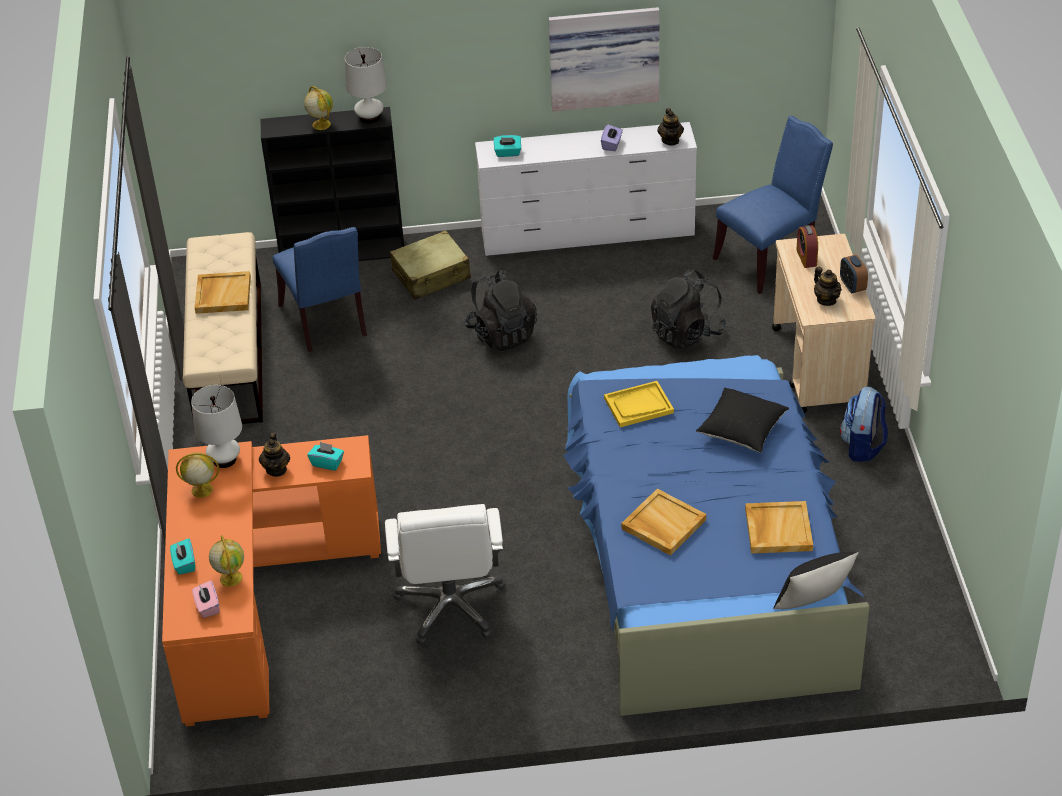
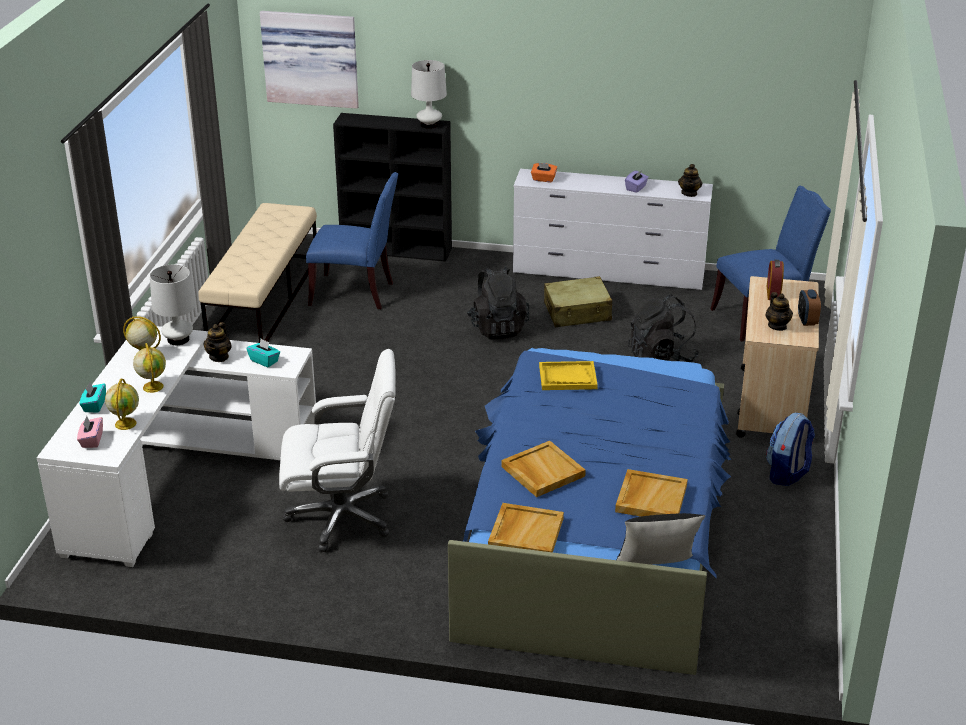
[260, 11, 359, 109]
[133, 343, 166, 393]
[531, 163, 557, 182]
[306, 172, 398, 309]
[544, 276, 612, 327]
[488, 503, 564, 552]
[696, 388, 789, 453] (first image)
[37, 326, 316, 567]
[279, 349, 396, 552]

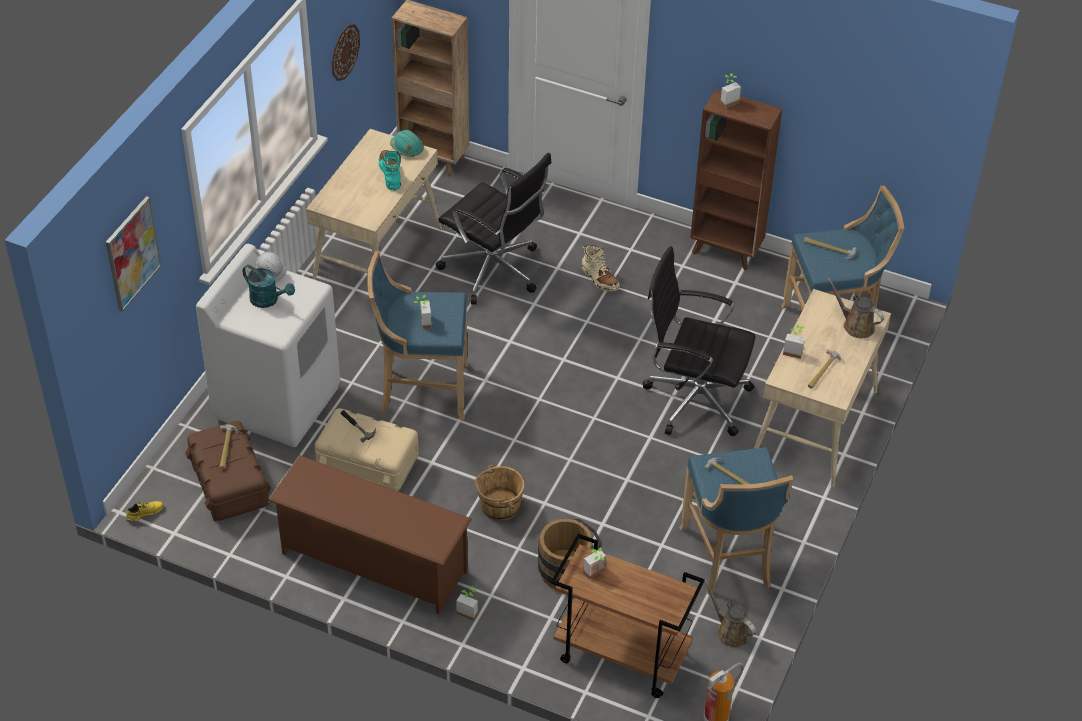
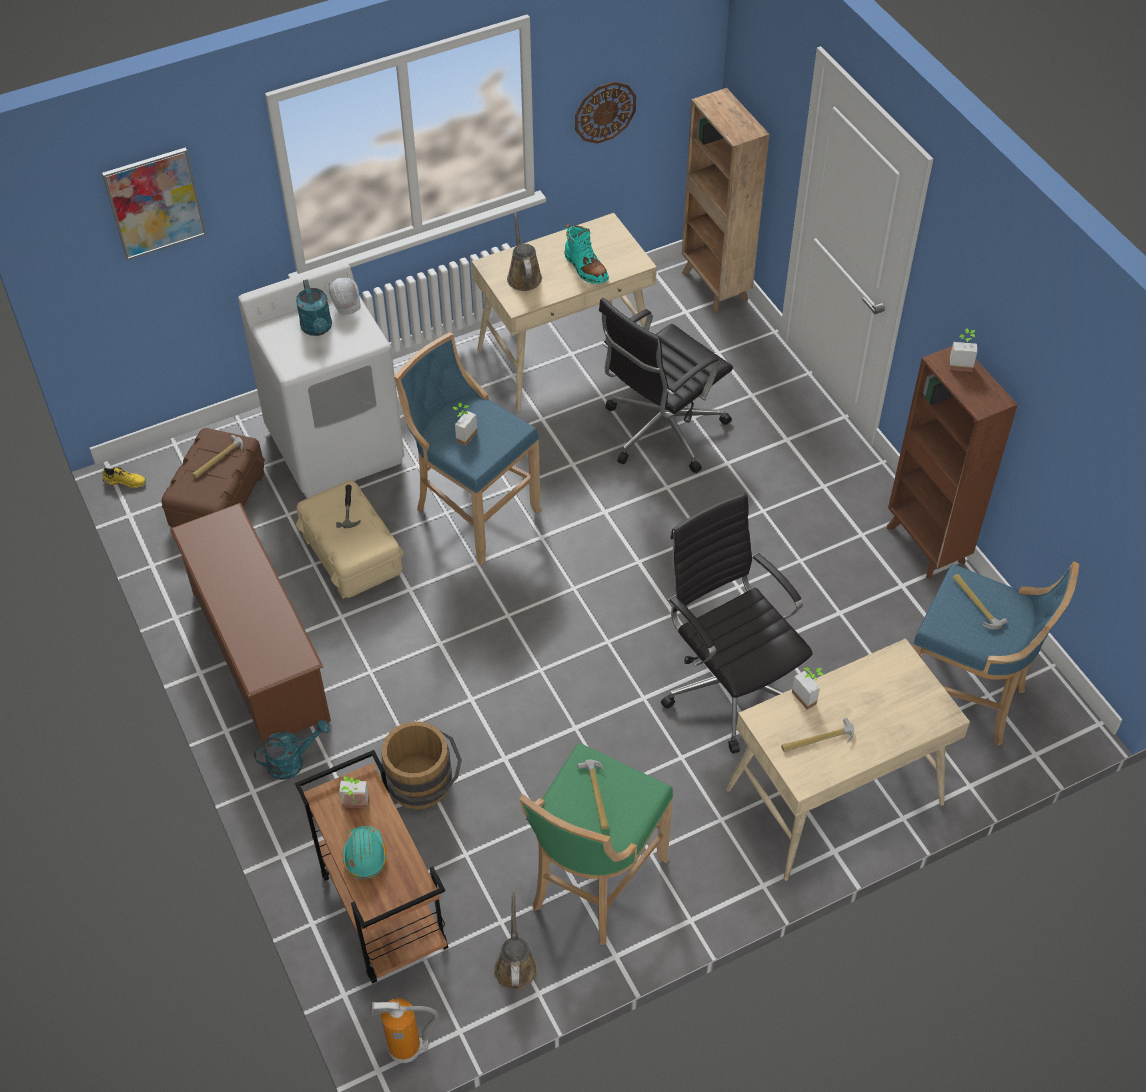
[342, 826, 387, 879]
[564, 224, 609, 284]
[599, 298, 733, 473]
[581, 244, 620, 291] (first image)
[507, 211, 542, 291]
[519, 743, 673, 945]
[474, 465, 524, 521] (first image)
[254, 720, 330, 780]

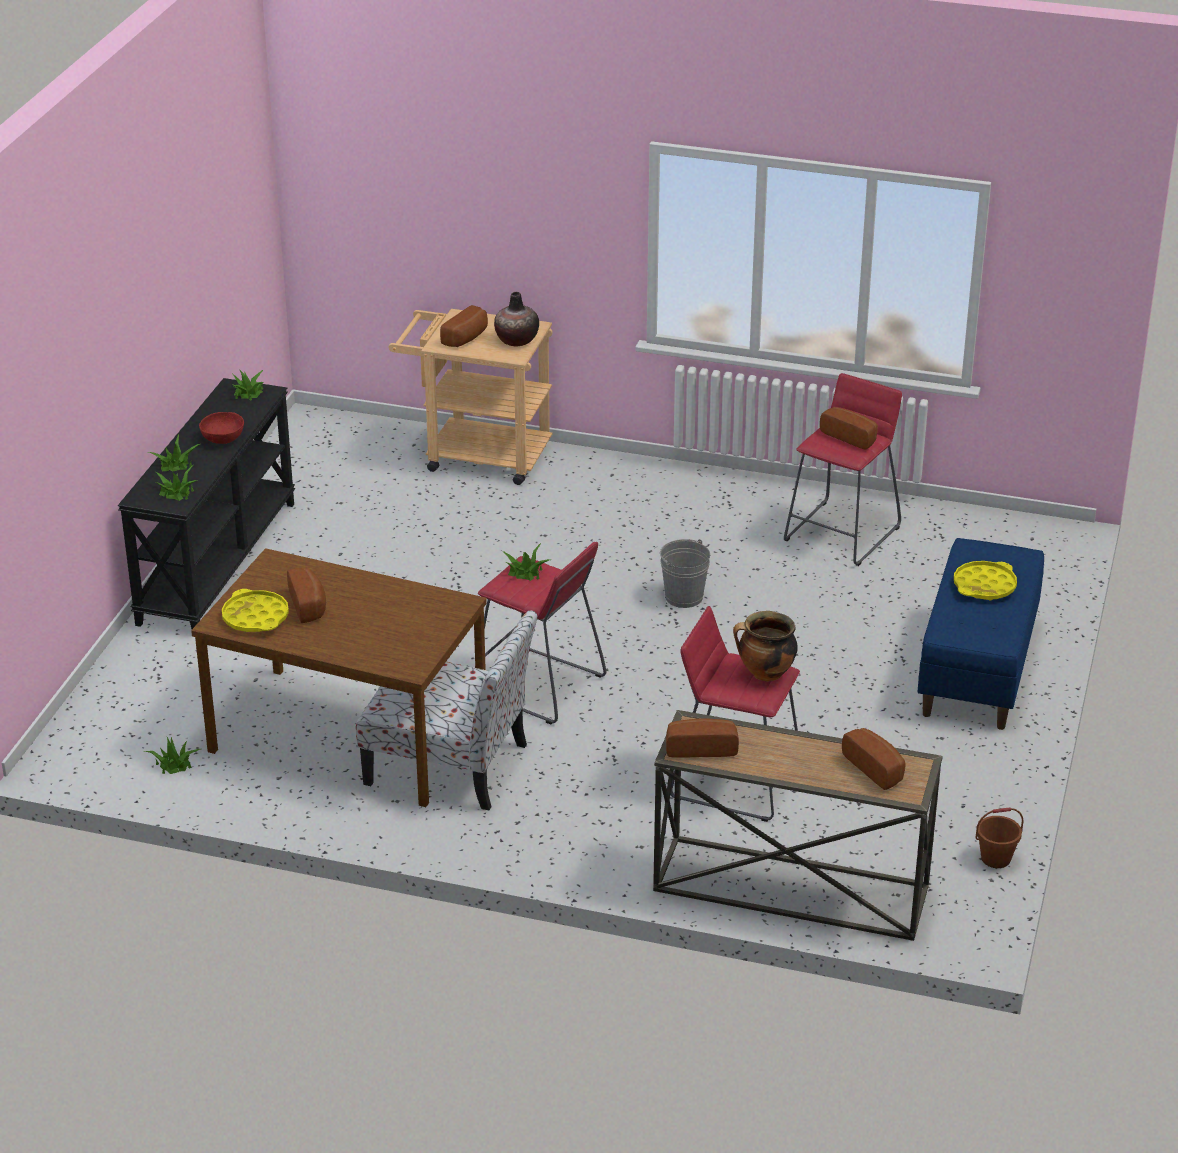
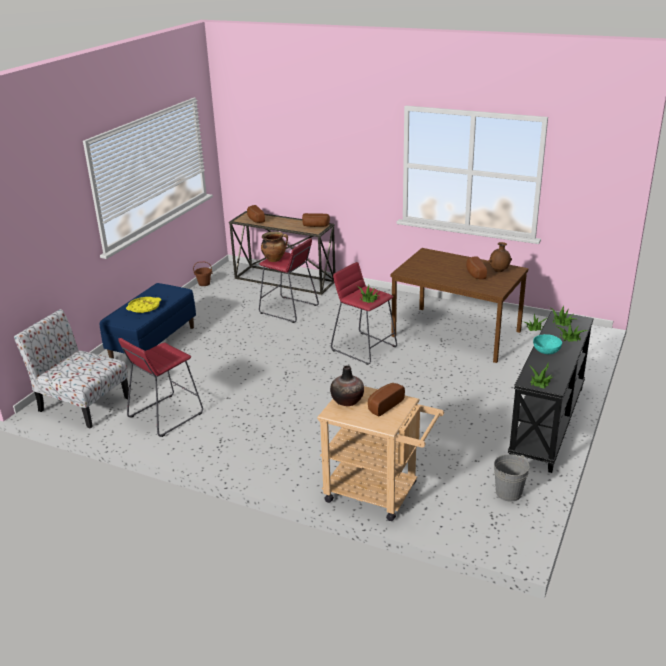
[820, 407, 878, 450] (first image)
[533, 334, 562, 354]
[494, 454, 530, 502]
[488, 242, 512, 272]
[14, 309, 129, 428]

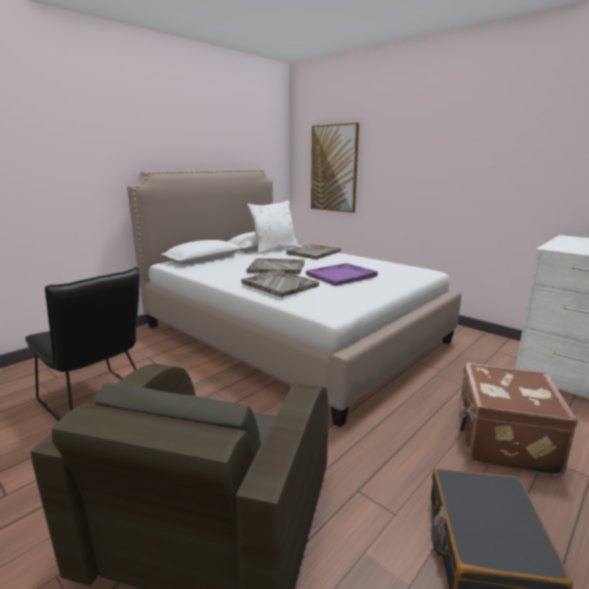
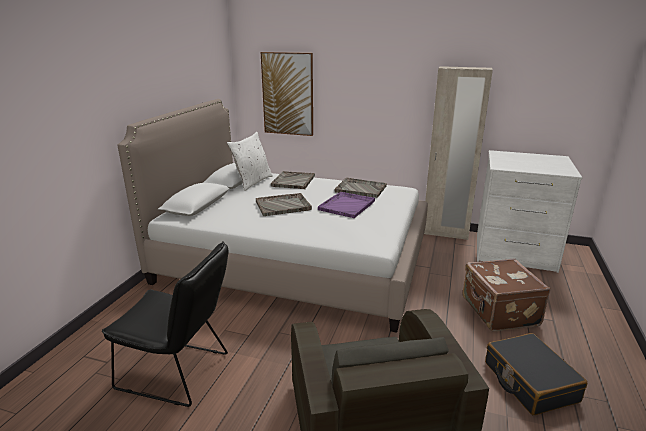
[334, 178, 387, 198]
[424, 66, 493, 240]

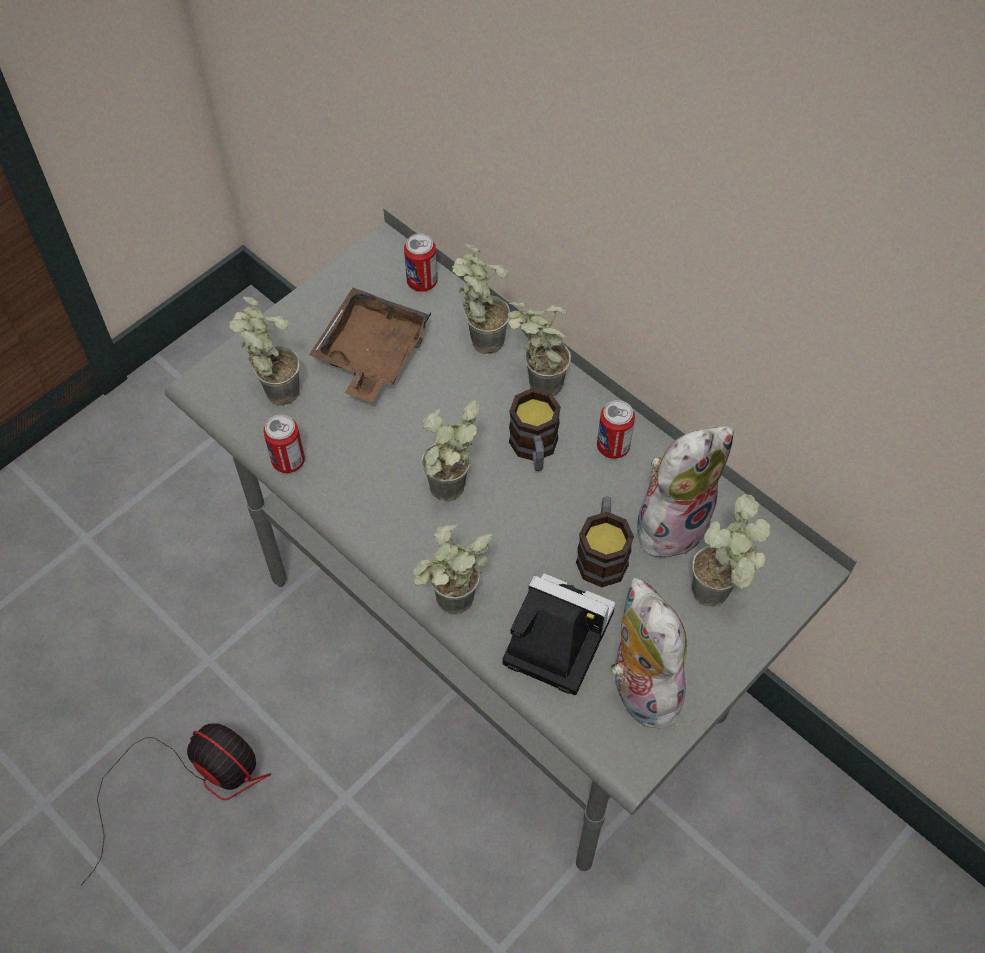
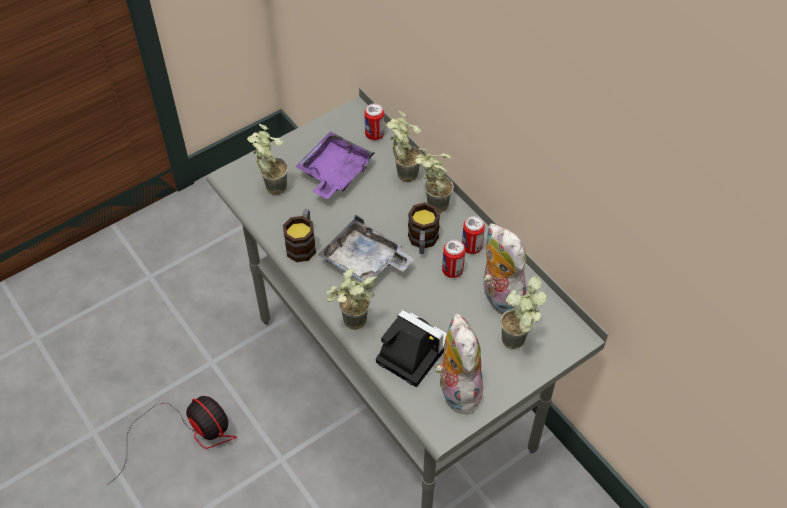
[296, 131, 375, 199]
[318, 214, 414, 282]
[442, 240, 465, 278]
[483, 223, 526, 315]
[283, 209, 316, 262]

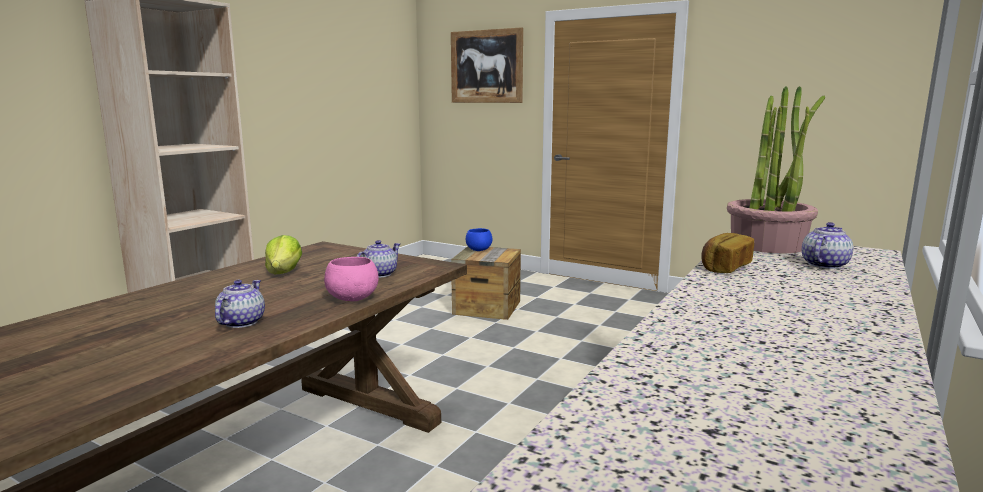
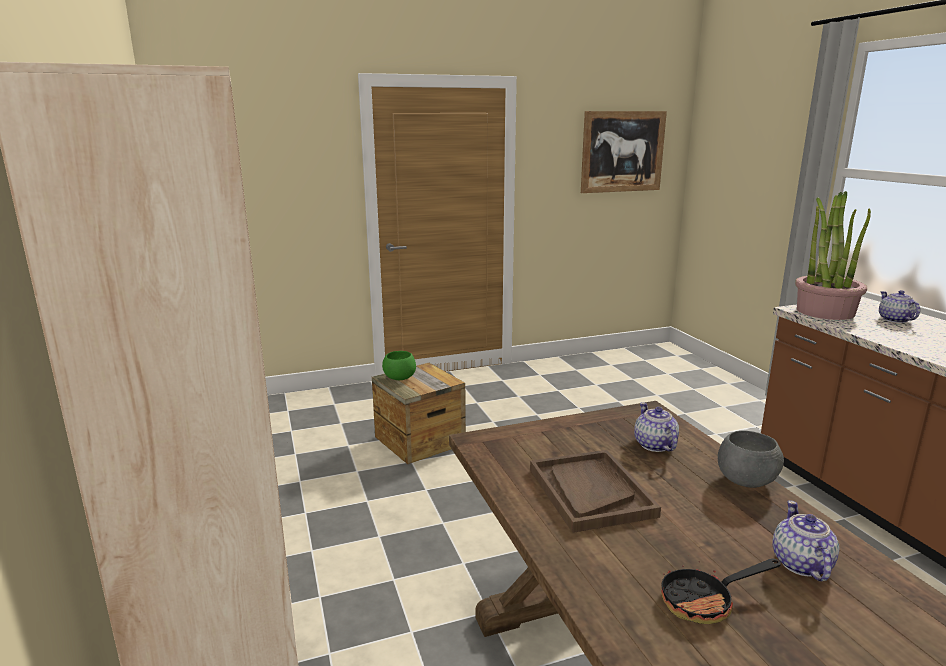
[581, 111, 667, 193]
[382, 351, 416, 380]
[701, 233, 754, 273] (first image)
[530, 450, 661, 533]
[718, 431, 784, 488]
[772, 500, 840, 581]
[661, 555, 781, 624]

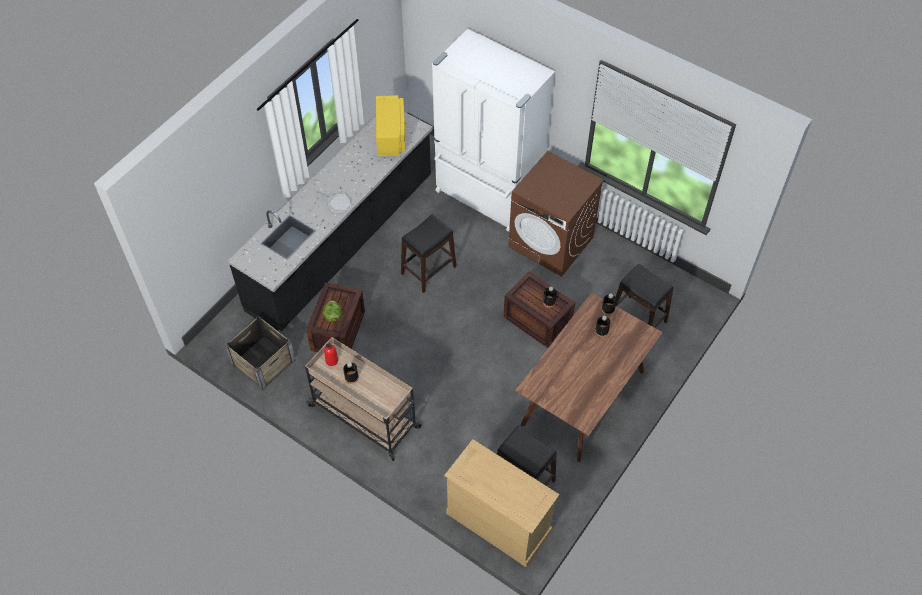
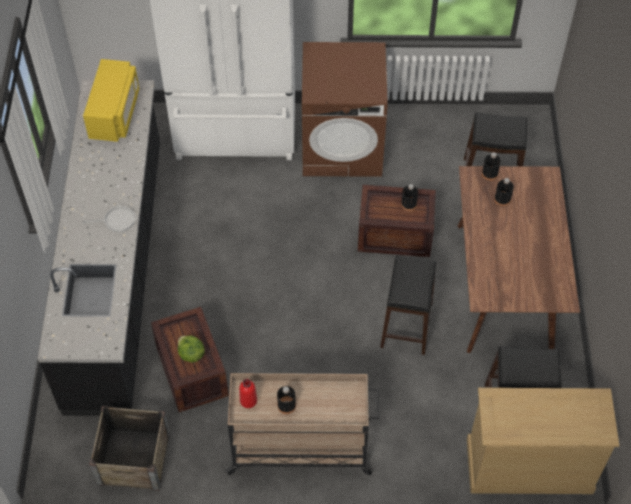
[83, 59, 139, 142]
[380, 255, 436, 355]

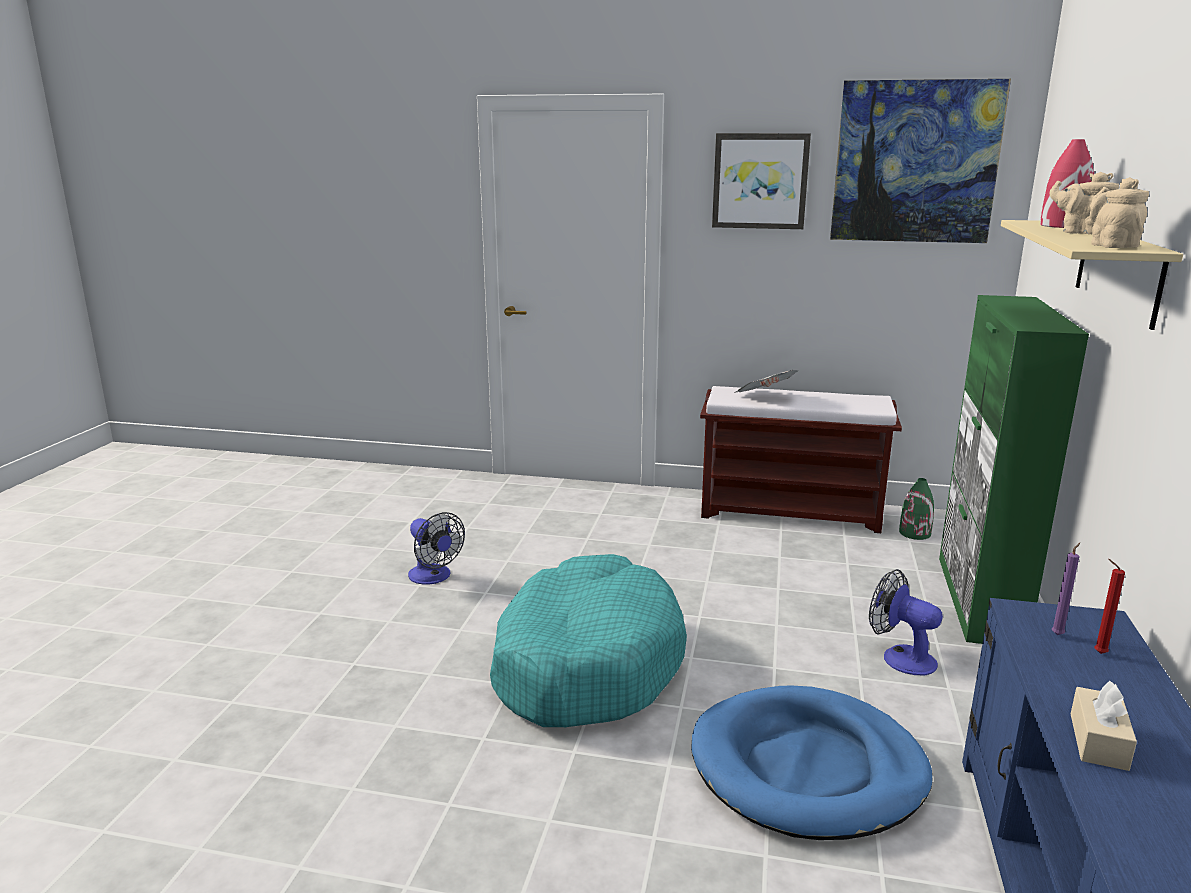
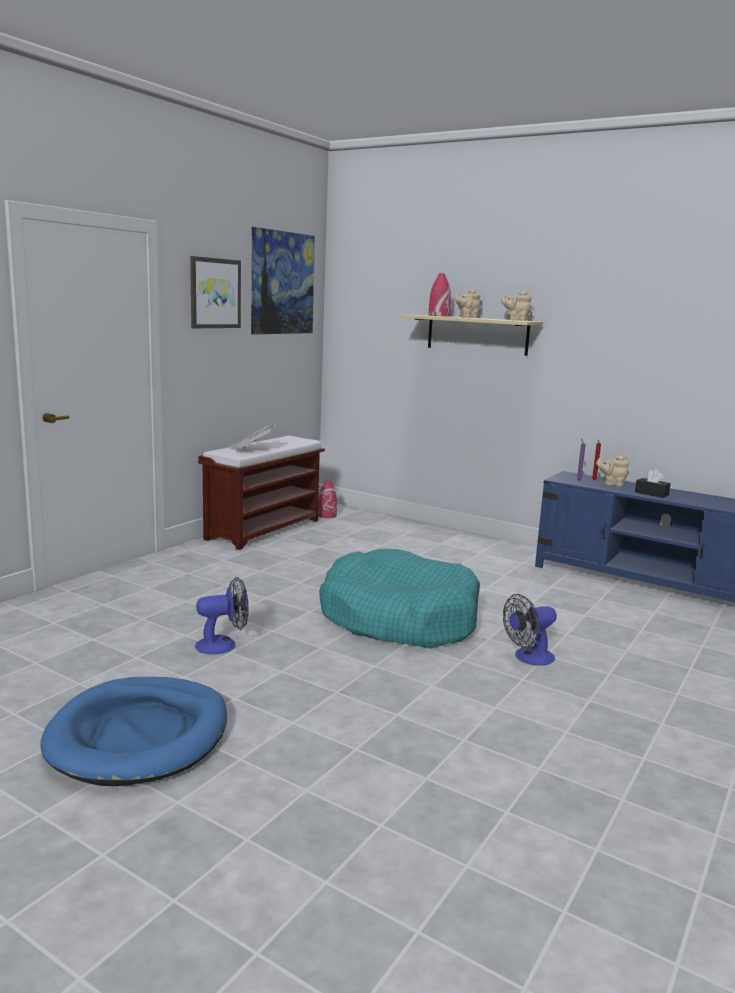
[939, 295, 1089, 644] (first image)
[318, 479, 337, 518]
[503, 594, 557, 666]
[635, 469, 671, 498]
[40, 677, 227, 786]
[596, 455, 630, 486]

